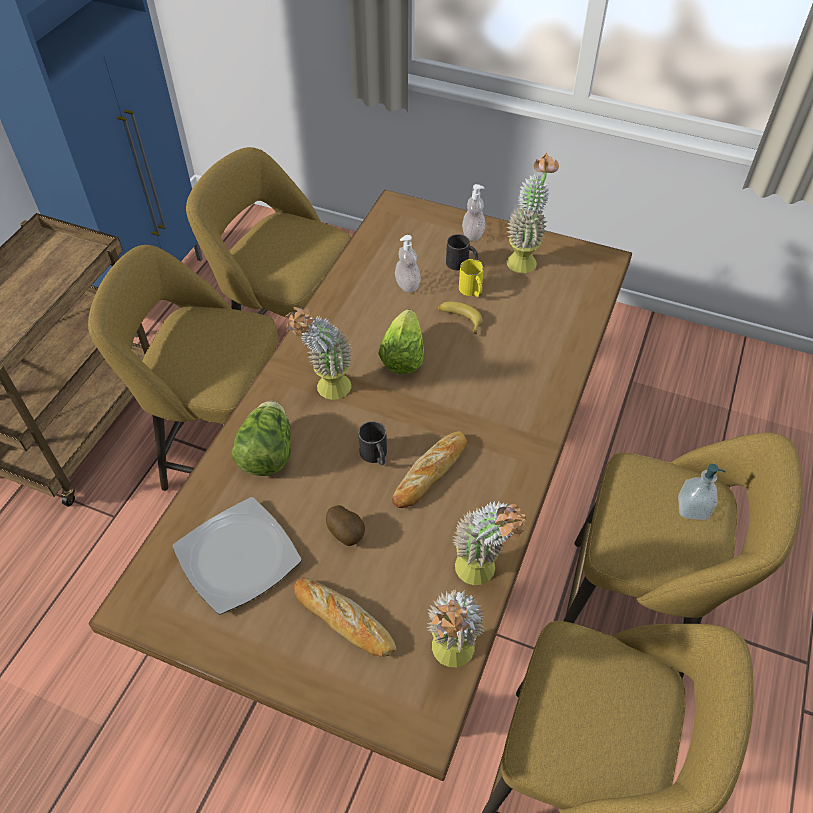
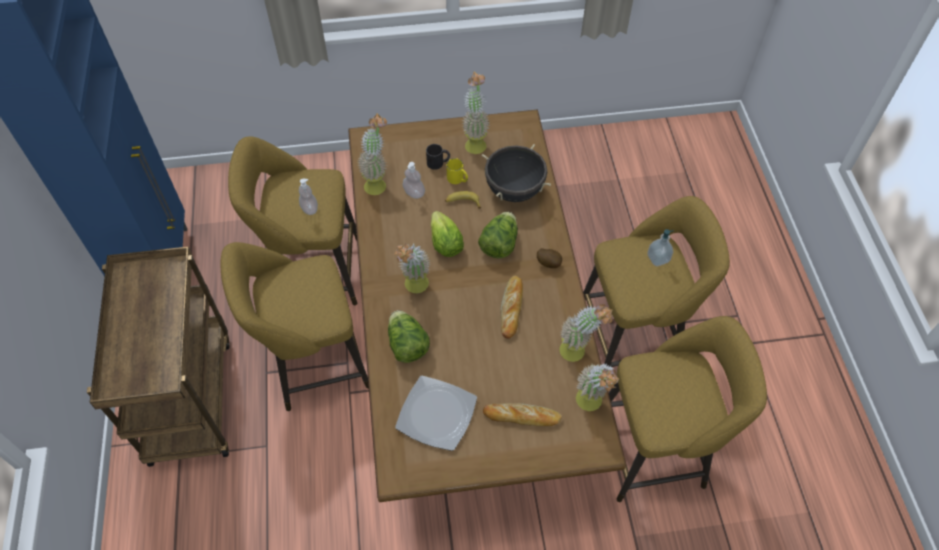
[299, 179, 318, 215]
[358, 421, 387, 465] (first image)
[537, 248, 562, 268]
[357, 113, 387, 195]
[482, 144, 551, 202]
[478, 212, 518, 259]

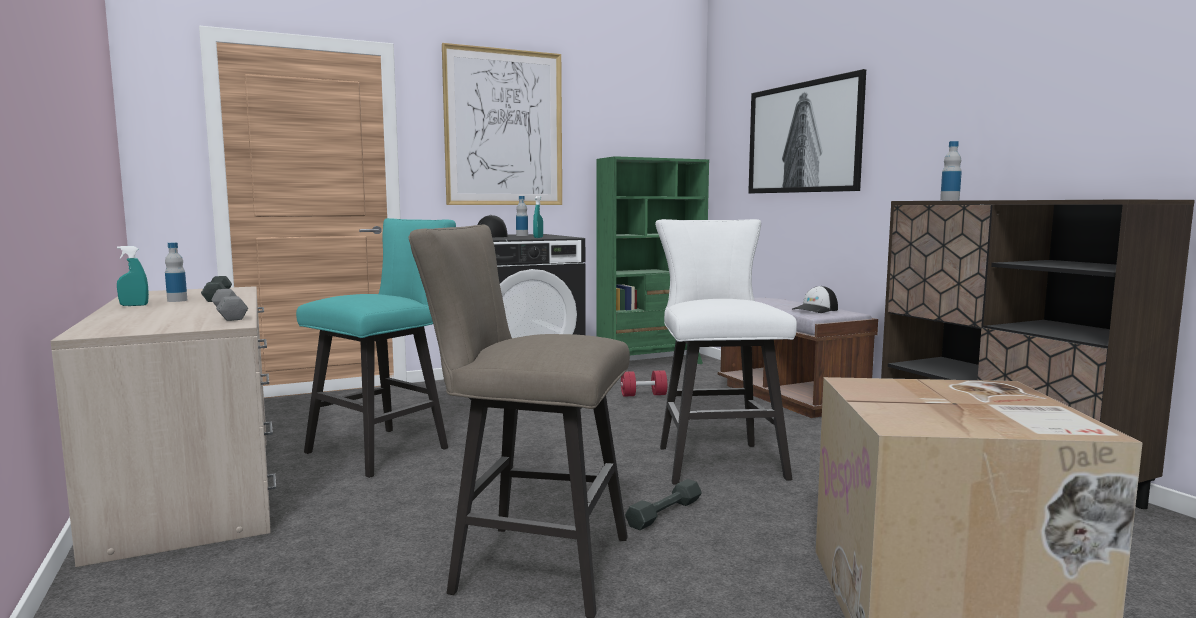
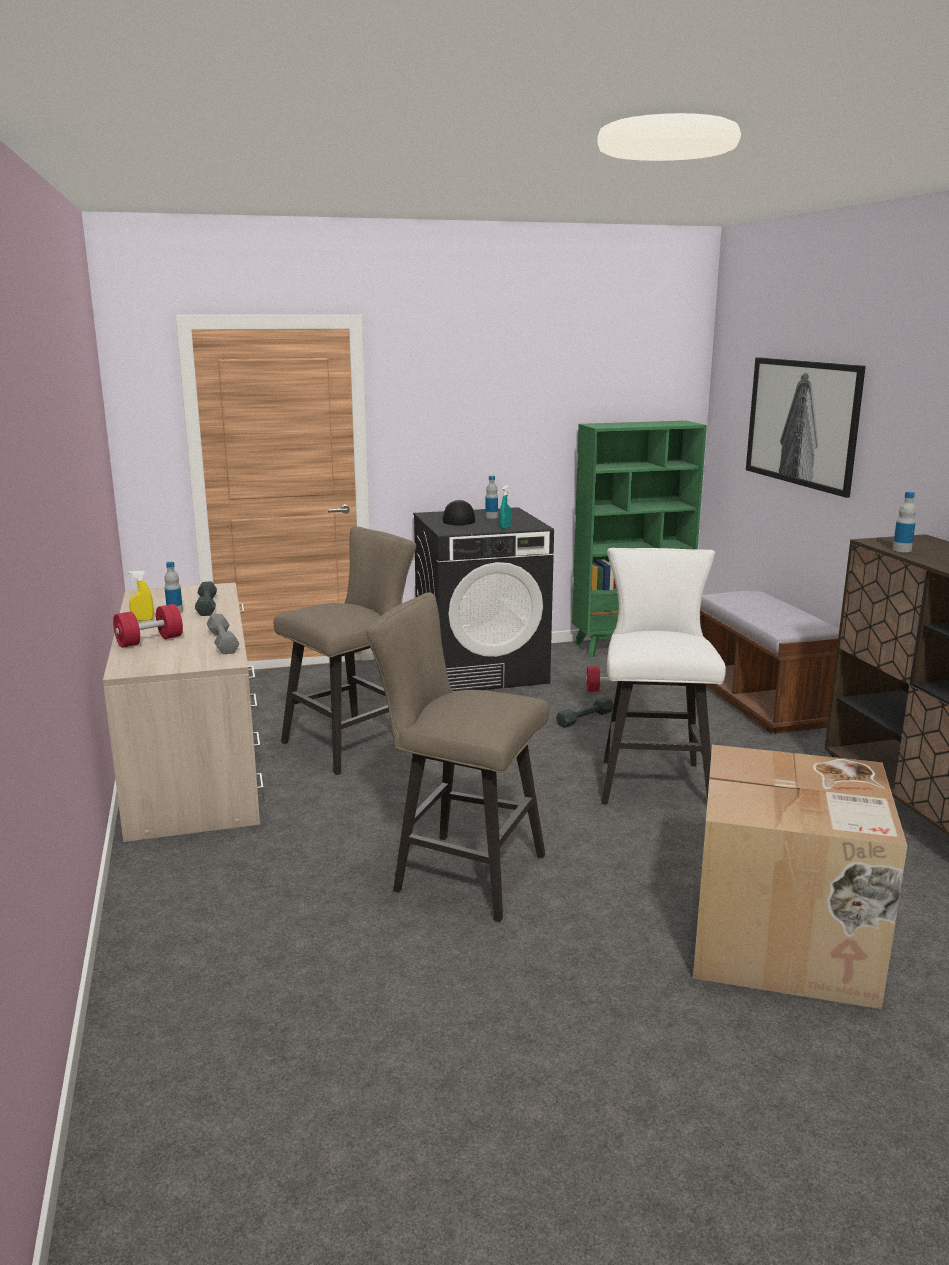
[442, 43, 562, 205] (first image)
[274, 526, 416, 775]
[129, 570, 154, 621]
[793, 286, 838, 313] (first image)
[556, 697, 613, 728]
[113, 604, 183, 648]

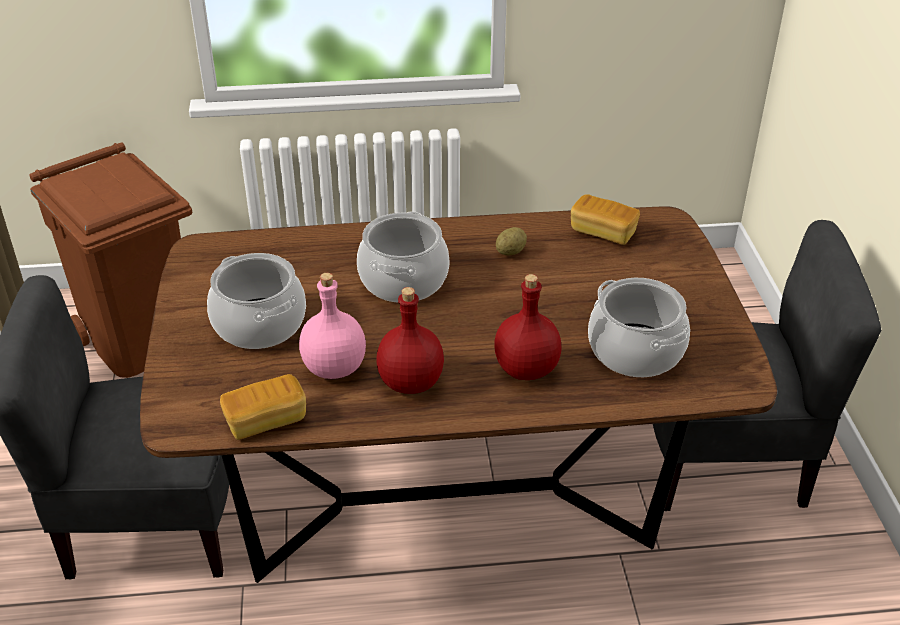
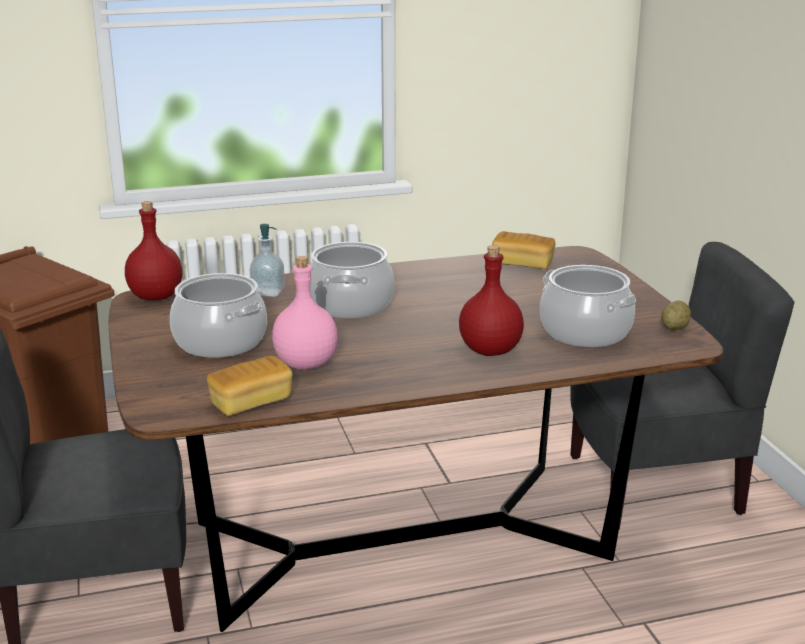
[661, 301, 691, 330]
[125, 201, 183, 300]
[250, 224, 285, 297]

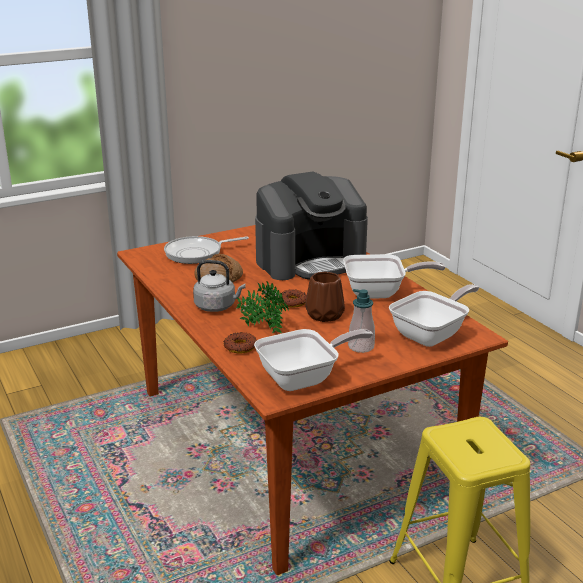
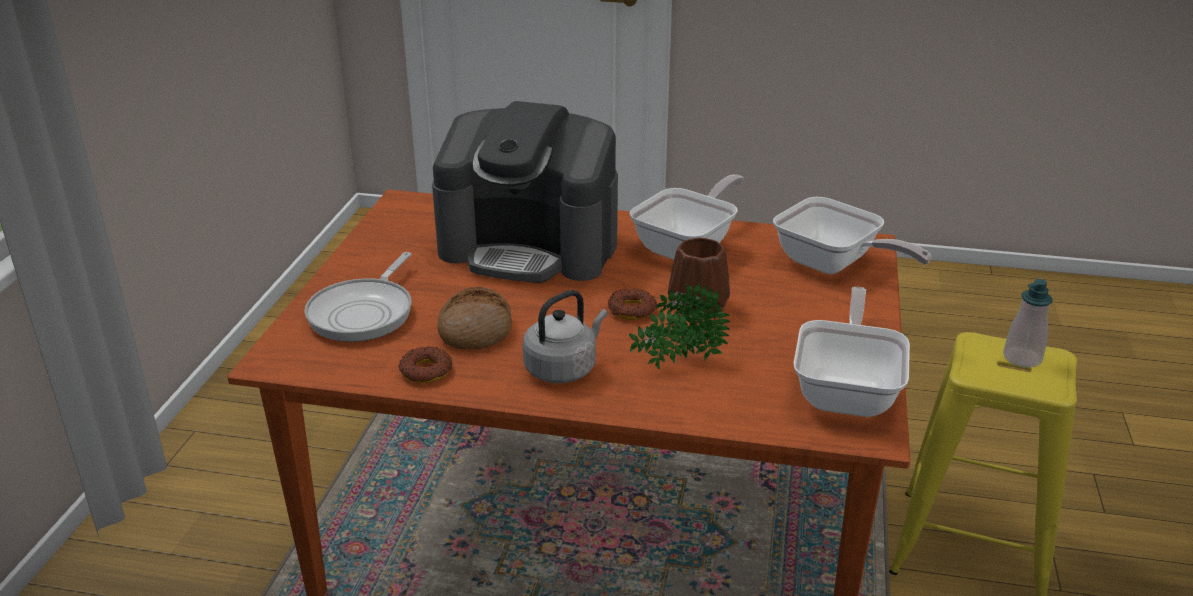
[432, 101, 618, 283]
[773, 197, 932, 274]
[1003, 279, 1053, 368]
[398, 347, 452, 383]

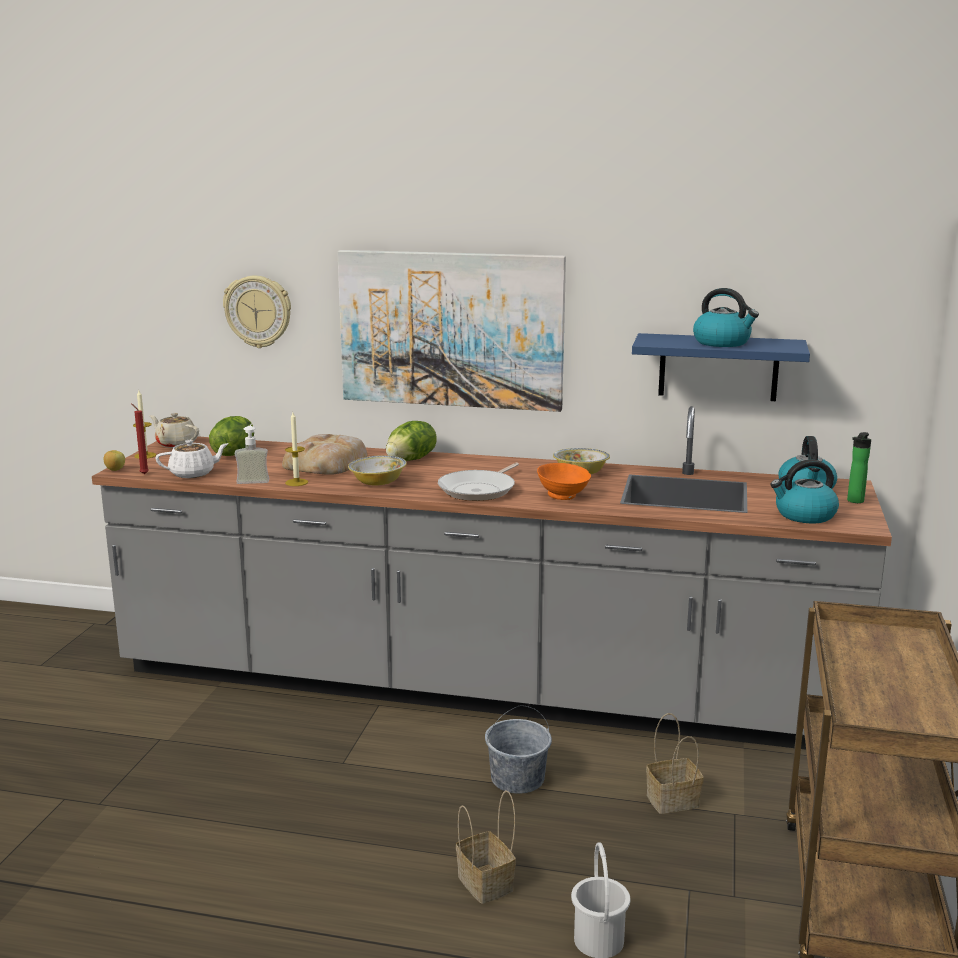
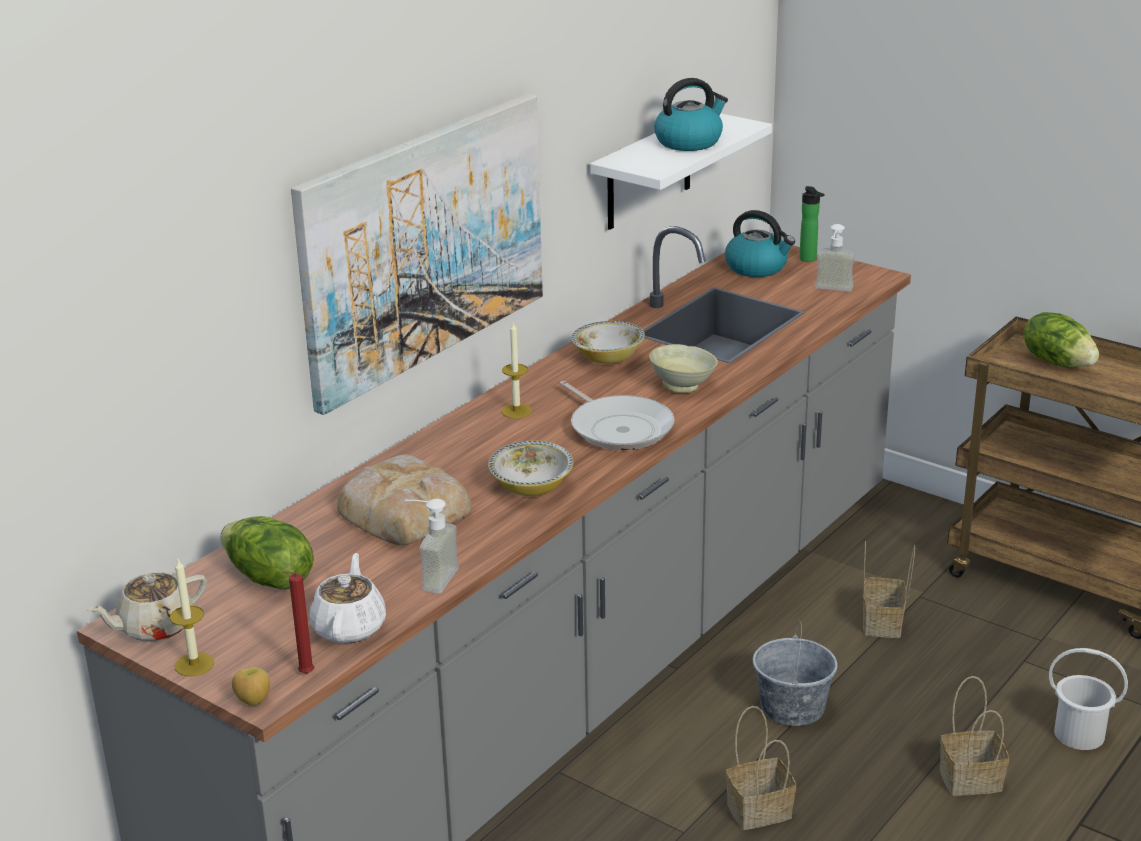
[223, 276, 291, 348] (first image)
[590, 113, 772, 230]
[501, 323, 532, 419]
[1023, 312, 1099, 367]
[815, 224, 855, 292]
[649, 344, 718, 393]
[726, 706, 796, 830]

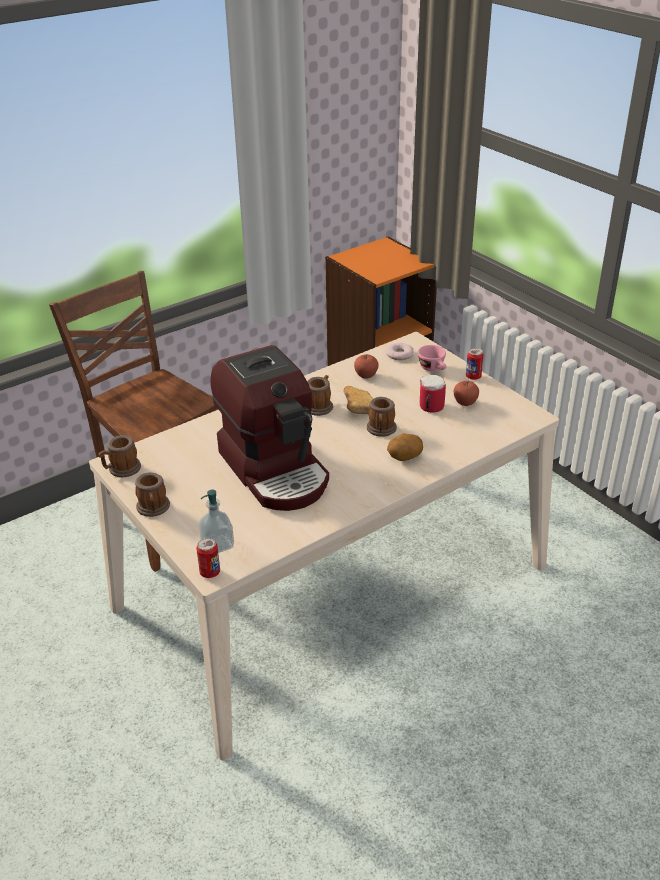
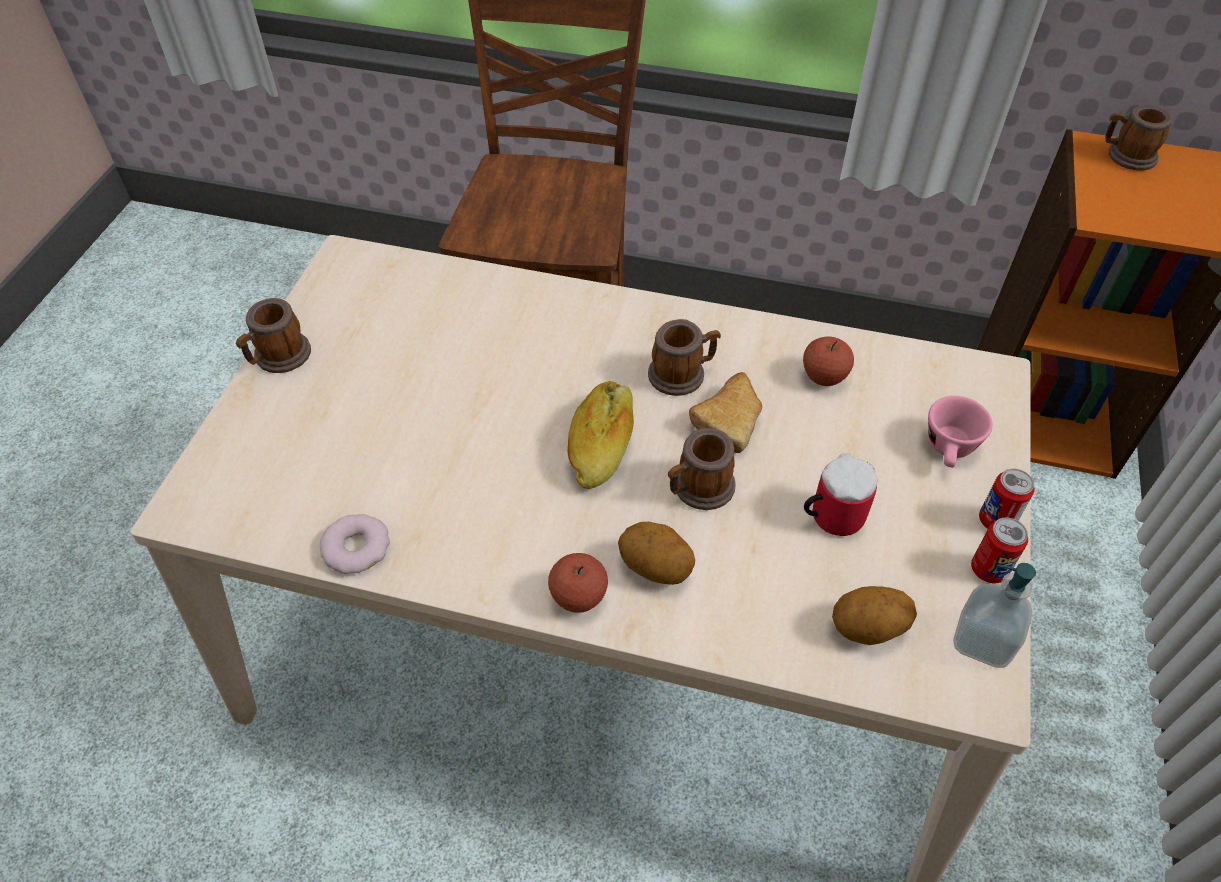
[320, 514, 390, 574]
[210, 345, 329, 511] (first image)
[548, 553, 608, 613]
[1105, 105, 1173, 171]
[953, 563, 1036, 668]
[971, 518, 1028, 583]
[567, 381, 634, 489]
[832, 586, 917, 645]

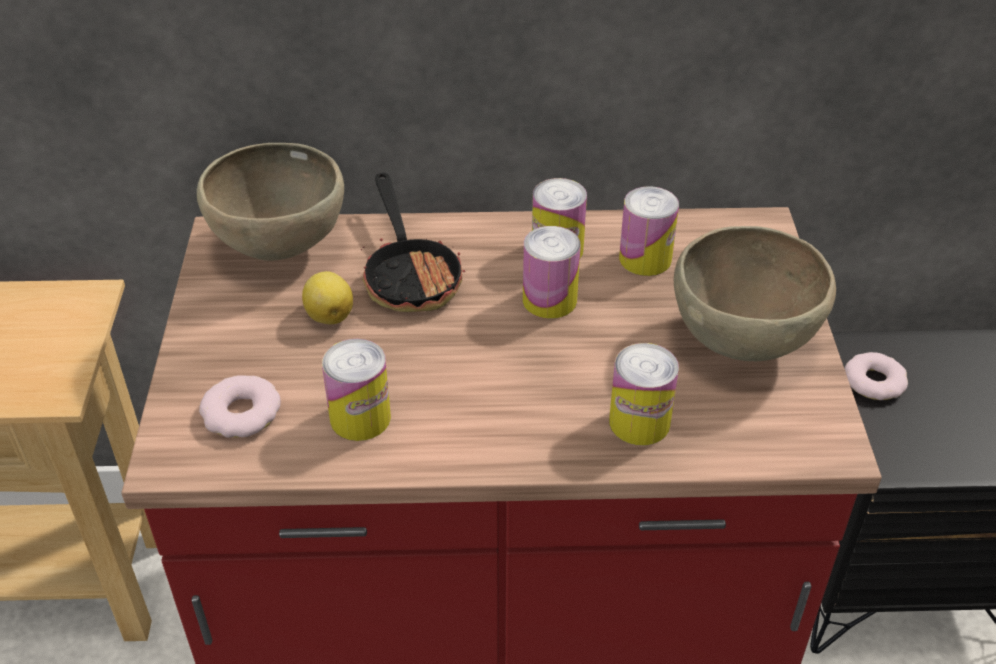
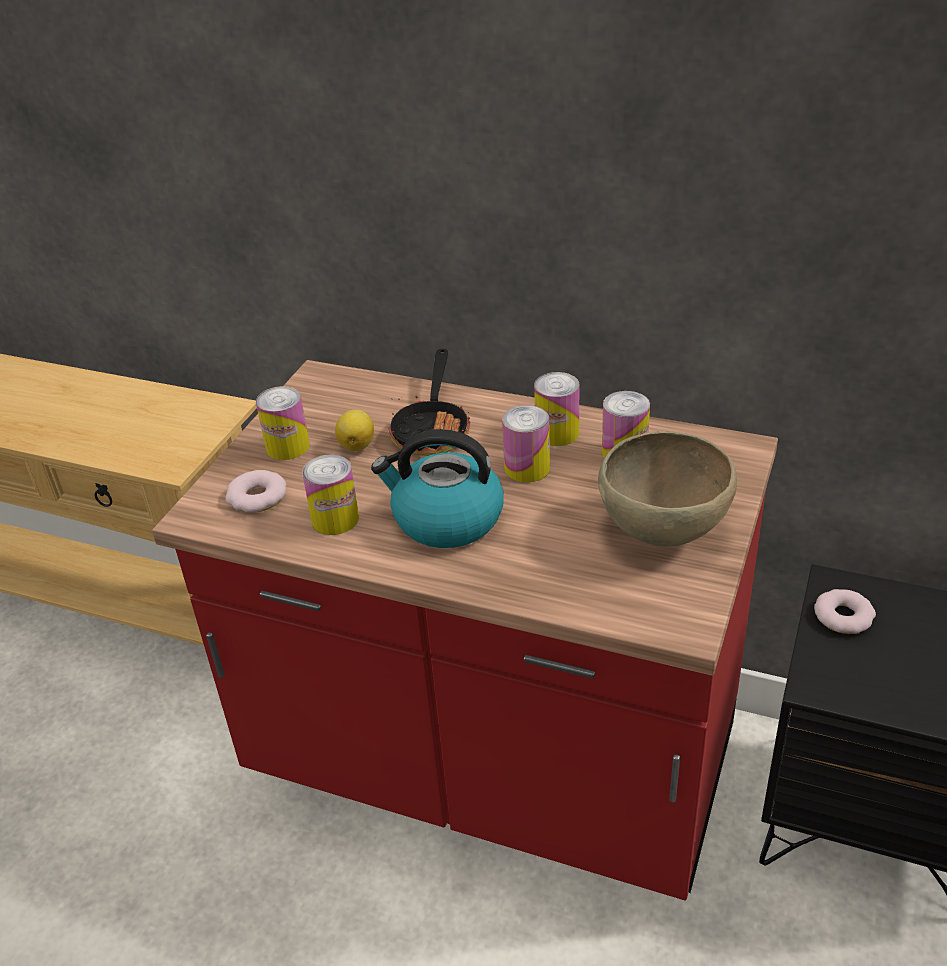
[197, 143, 344, 261] (first image)
[256, 386, 309, 460]
[371, 429, 504, 548]

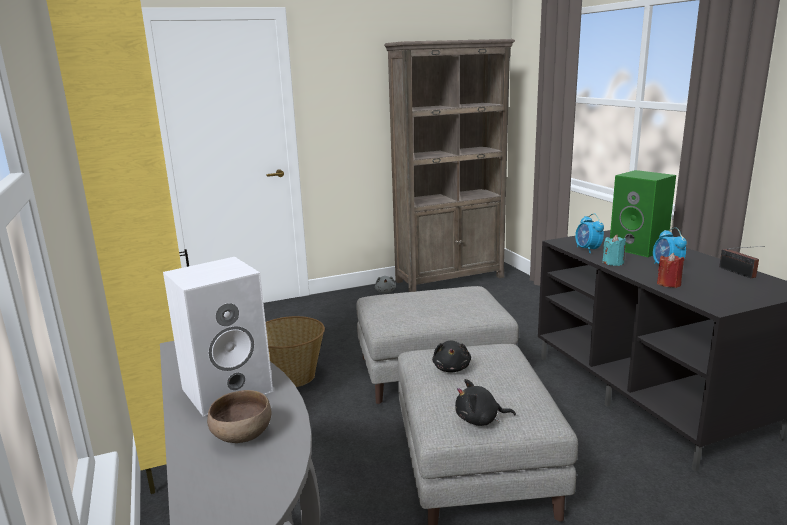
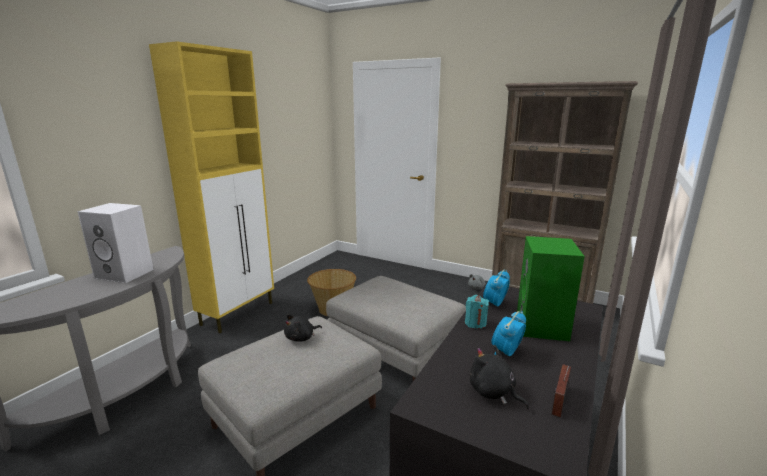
[657, 253, 684, 288] (first image)
[469, 345, 529, 410]
[207, 390, 272, 443] (first image)

